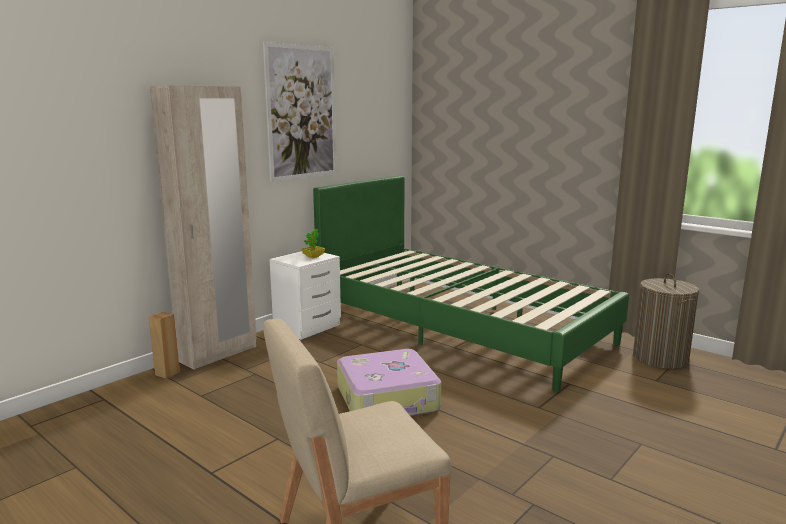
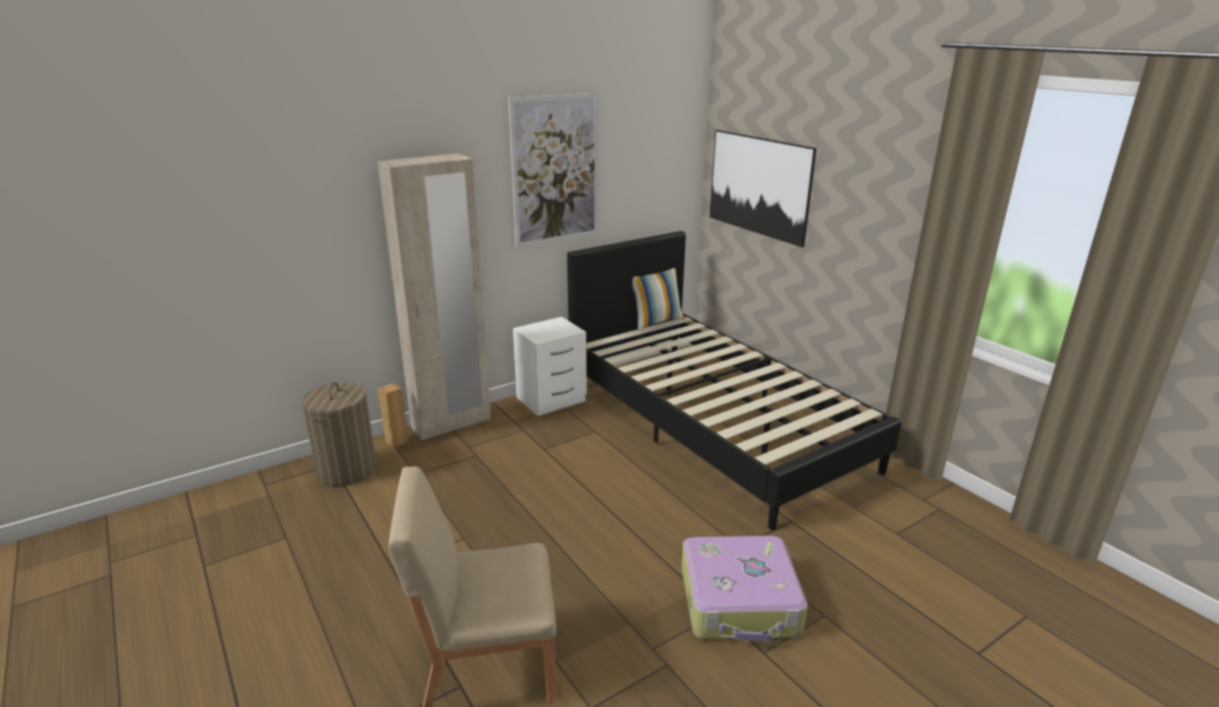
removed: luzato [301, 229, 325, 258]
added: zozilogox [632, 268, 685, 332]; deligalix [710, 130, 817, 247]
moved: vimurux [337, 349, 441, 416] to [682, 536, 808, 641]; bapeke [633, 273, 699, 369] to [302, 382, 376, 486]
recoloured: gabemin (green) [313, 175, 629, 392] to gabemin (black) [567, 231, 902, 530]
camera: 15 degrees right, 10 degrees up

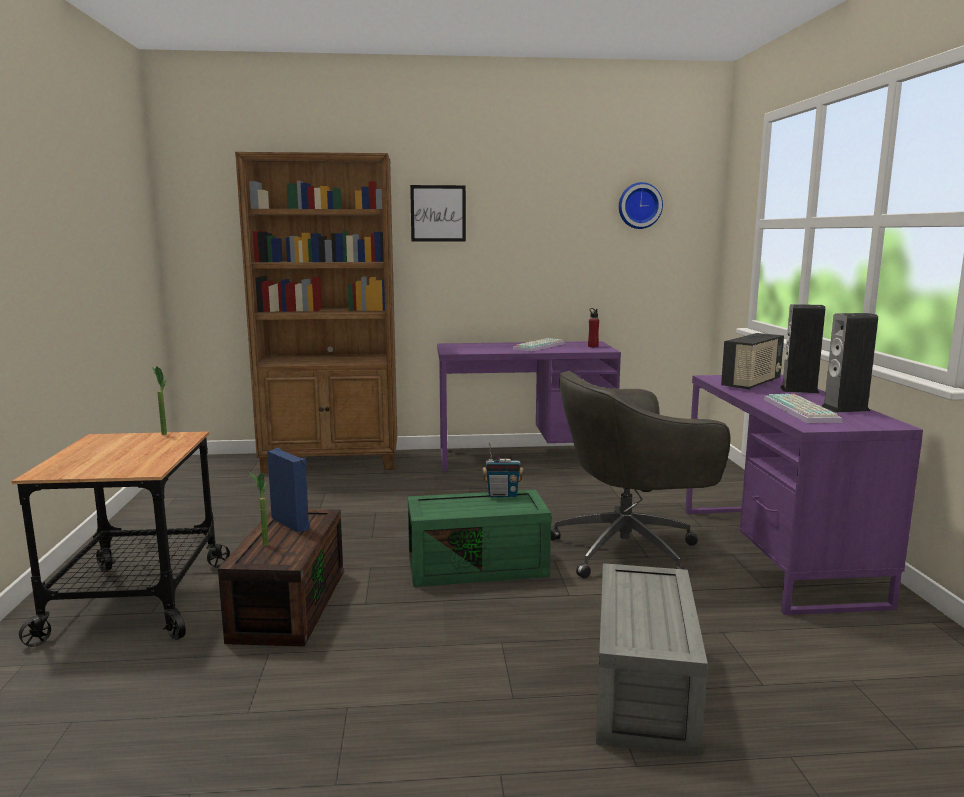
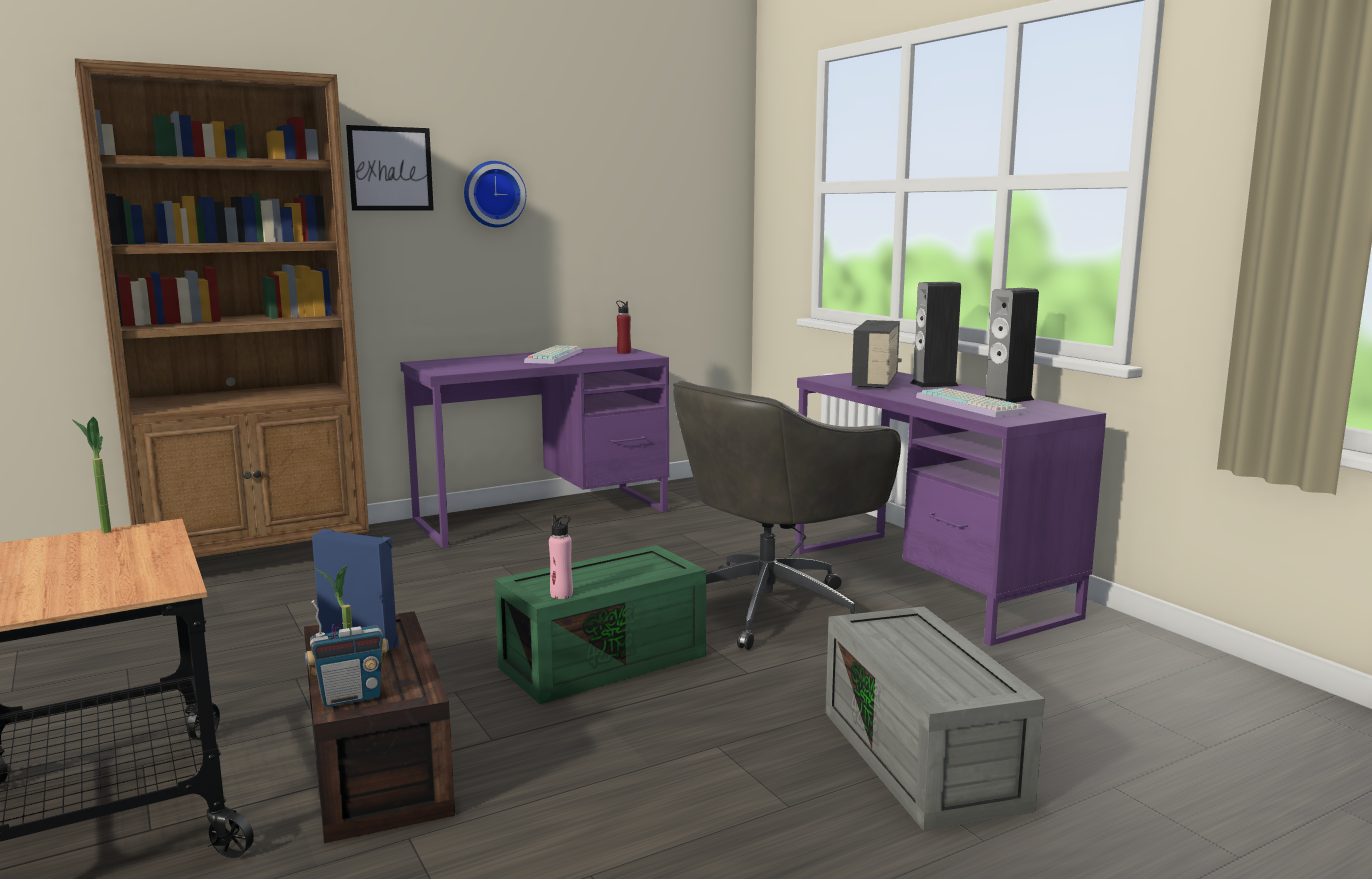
added: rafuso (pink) [549, 514, 573, 599]
moved: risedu [483, 442, 523, 497] to [305, 600, 389, 707]; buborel [619, 182, 663, 229] to [464, 161, 526, 228]
camera: 25 degrees left, 0 degrees up

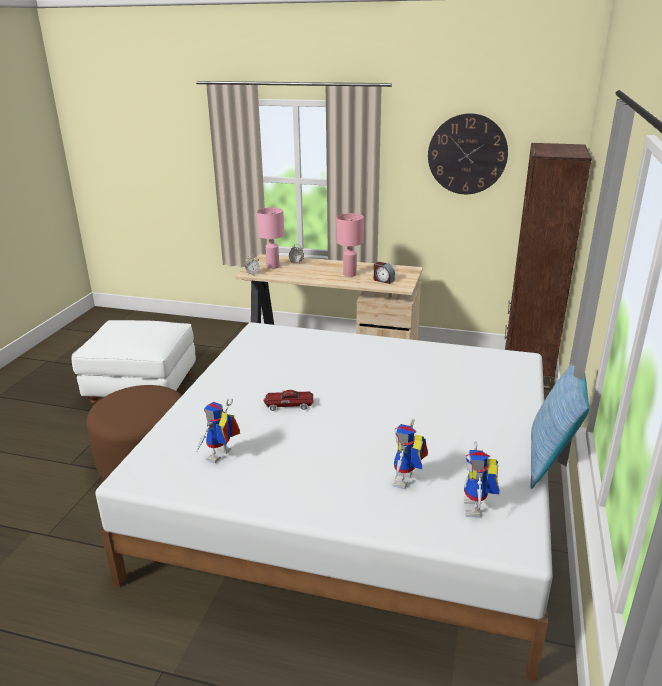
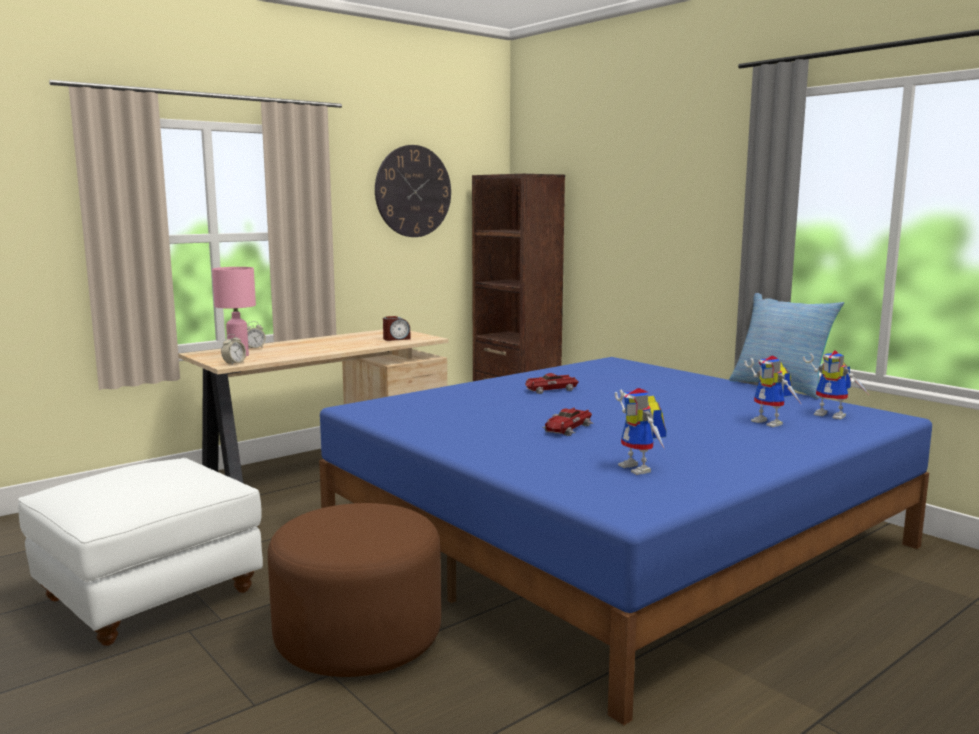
removed: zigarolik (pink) [336, 213, 364, 277]
added: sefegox [525, 373, 579, 394]
recoloured: gabemin (white) [95, 322, 553, 682] to gabemin (blue) [319, 357, 932, 725]
camera: 55 degrees left, 15 degrees down

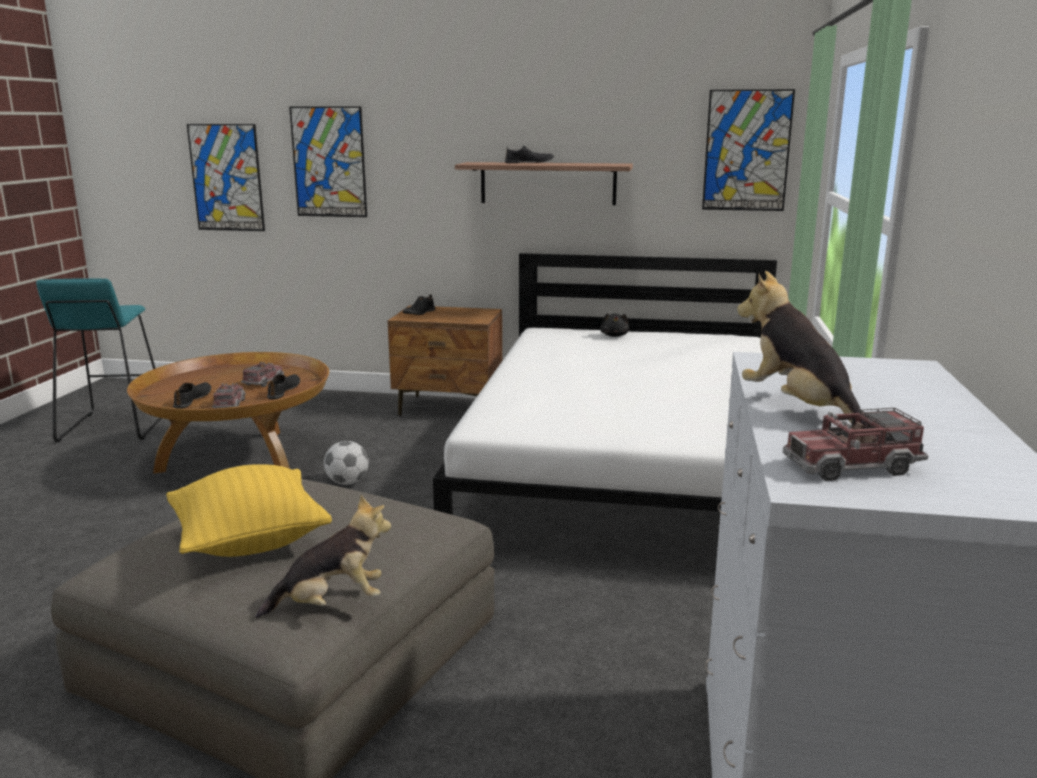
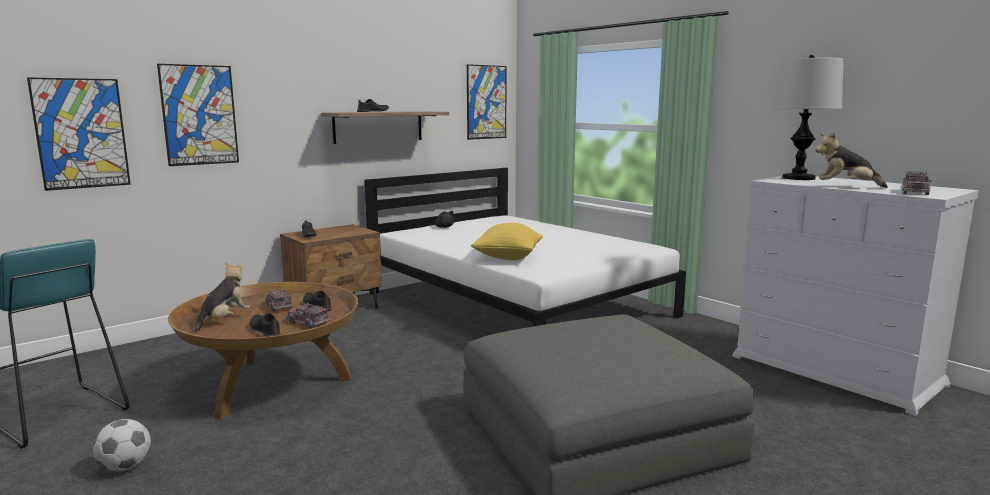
added: zigarolik [771, 55, 843, 180]
moved: zozilogox (yellow) [166, 464, 332, 557] to [471, 223, 543, 260]; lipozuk [256, 495, 391, 619] to [195, 262, 250, 333]; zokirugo [324, 441, 369, 485] to [93, 419, 151, 471]
camera: 50 degrees left, 5 degrees down

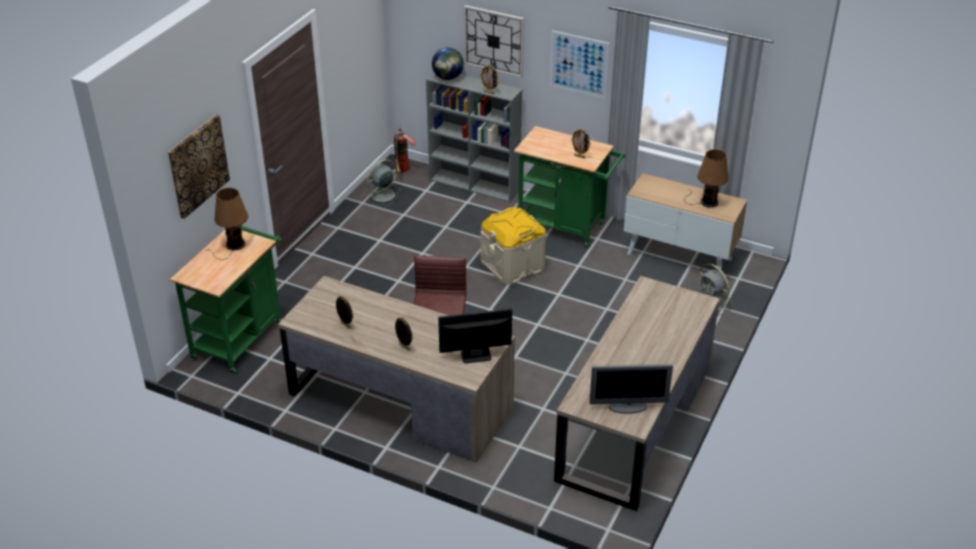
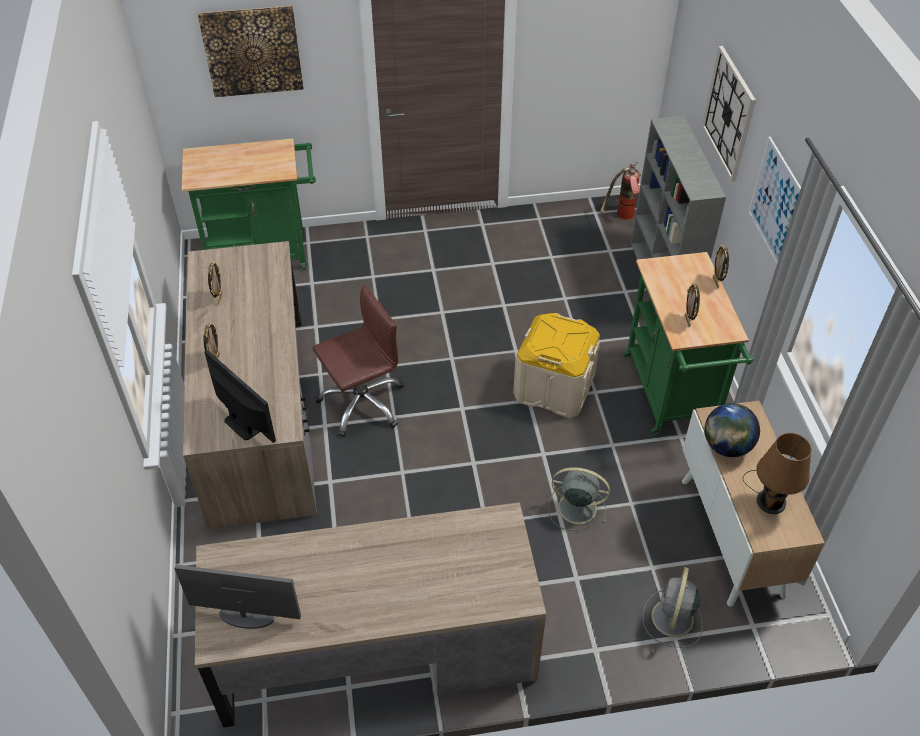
removed: zigarolik (brown) [205, 188, 249, 260]
moved: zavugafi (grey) [365, 159, 402, 206] to [548, 467, 610, 531]; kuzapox [432, 48, 464, 80] to [704, 403, 760, 457]; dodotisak [480, 65, 499, 94] to [713, 245, 729, 289]
turned: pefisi [590, 364, 673, 414] = [174, 565, 301, 629] 135 degrees clockwise
camera: 55 degrees right, 10 degrees up

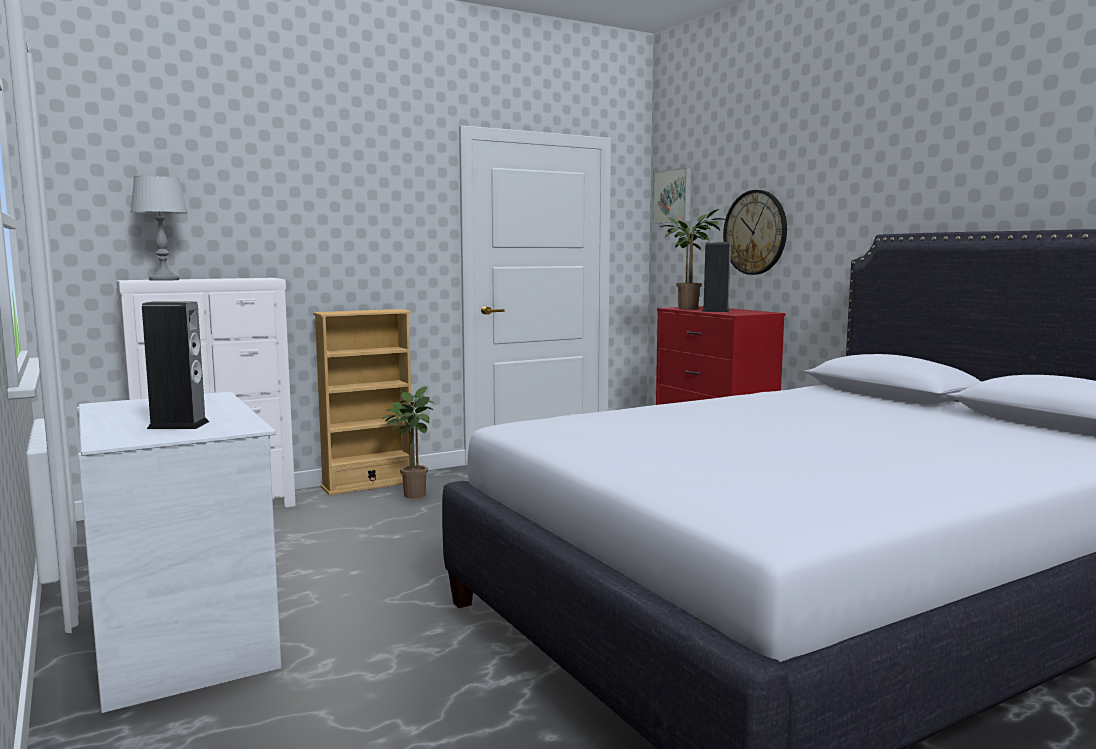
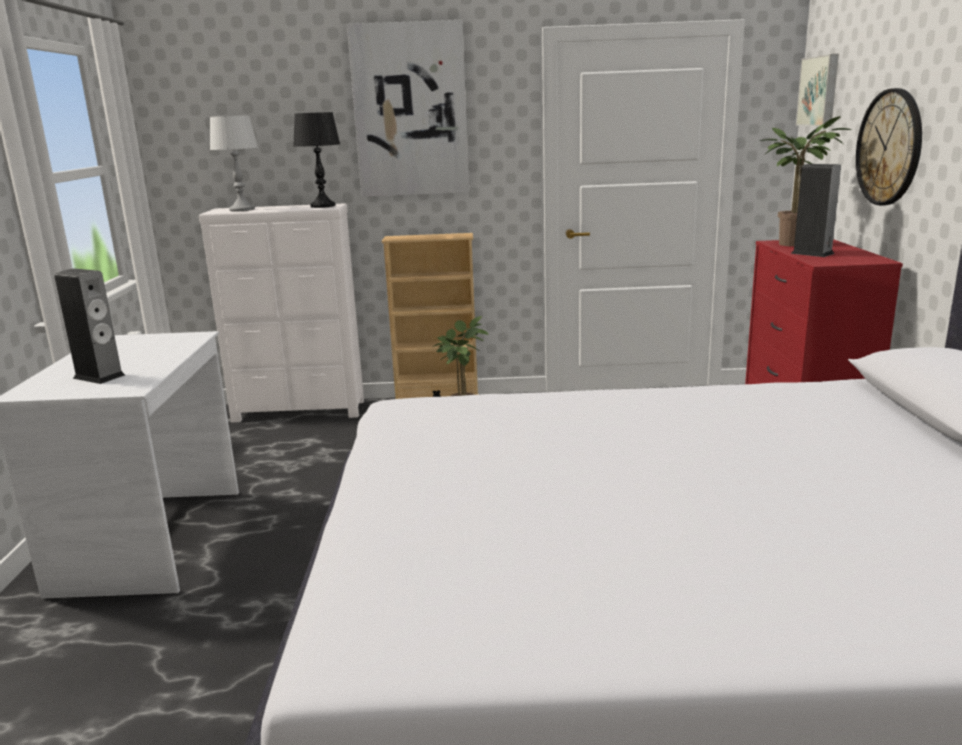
added: zigarolik (black) [293, 112, 340, 208]; deligalix [347, 20, 469, 197]
camera: 30 degrees right, 10 degrees up

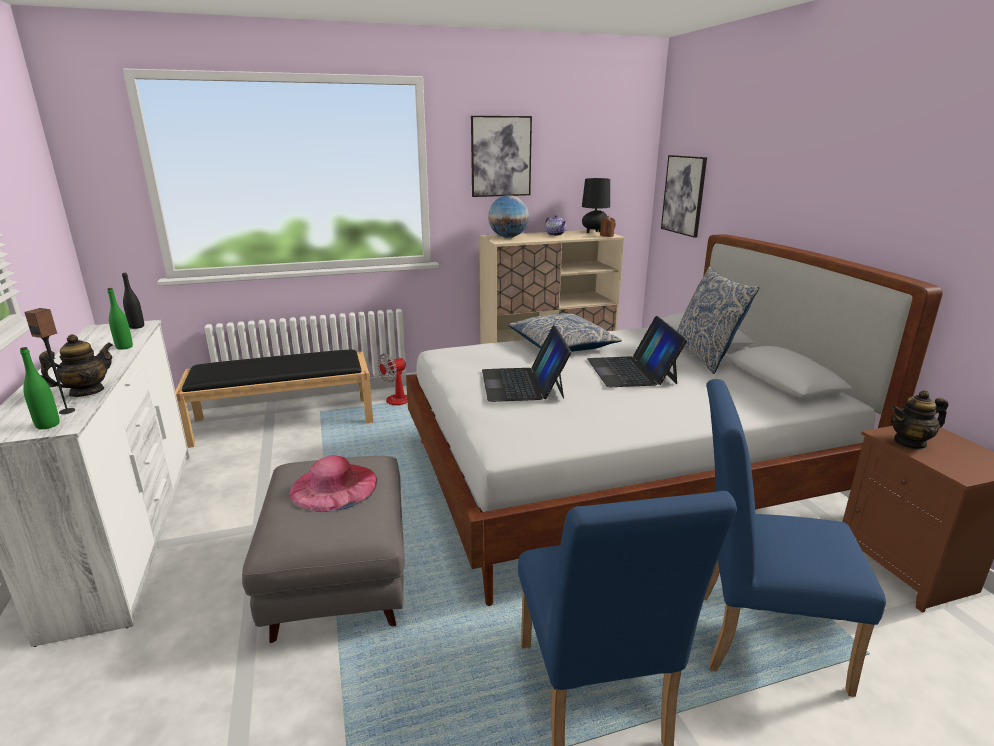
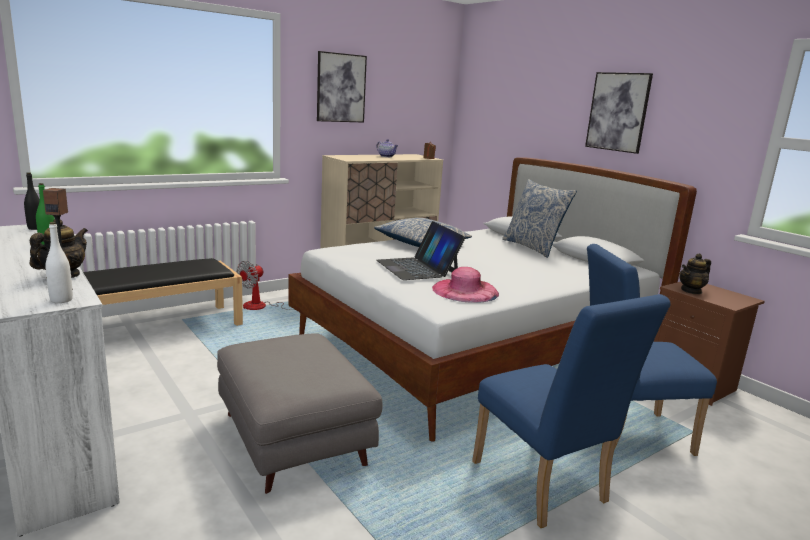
removed: kuzapox [488, 195, 529, 238]; zigarolik (black) [582, 178, 610, 233]; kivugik [587, 316, 687, 387]
moved: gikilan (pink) [289, 455, 377, 512] to [432, 267, 499, 303]; deligalix [661, 155, 707, 238] to [585, 72, 653, 154]
recoloured: rafuso (green) [20, 347, 60, 429] to rafuso (white) [45, 222, 73, 303]
camera: 20 degrees left, 5 degrees down

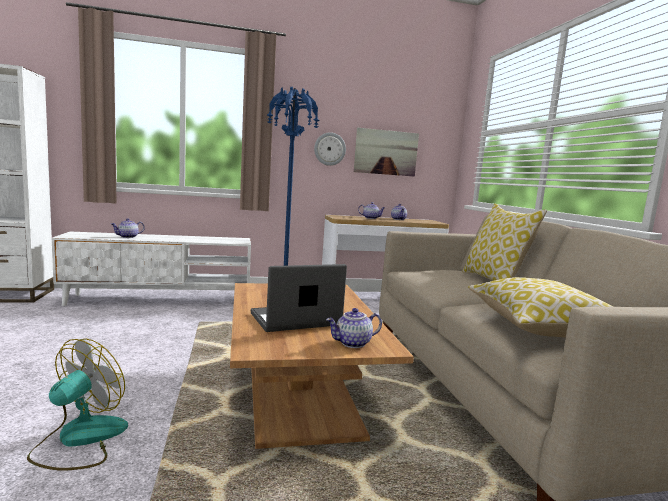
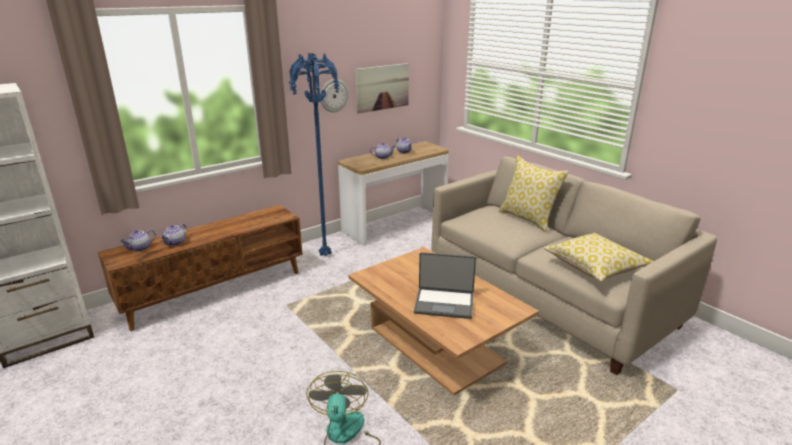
moved: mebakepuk [326, 308, 382, 348] to [119, 229, 156, 252]
recoloured: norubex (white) [52, 232, 251, 306] to norubex (brown) [98, 205, 303, 331]
turned: kivugik [251, 264, 347, 332] = [414, 252, 476, 319] 120 degrees counterclockwise
camera: 25 degrees left, 15 degrees up

